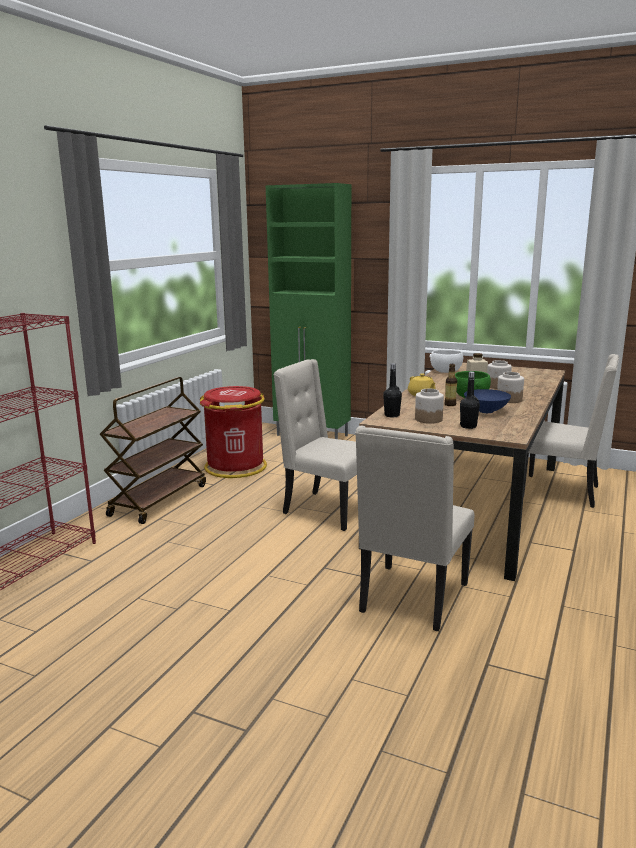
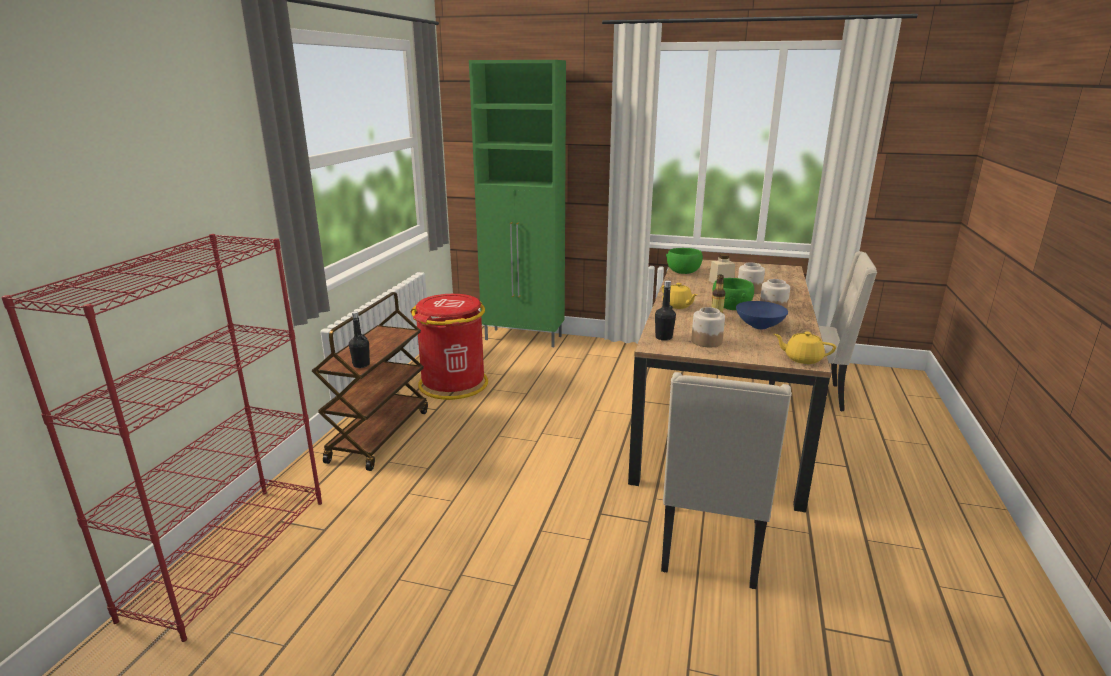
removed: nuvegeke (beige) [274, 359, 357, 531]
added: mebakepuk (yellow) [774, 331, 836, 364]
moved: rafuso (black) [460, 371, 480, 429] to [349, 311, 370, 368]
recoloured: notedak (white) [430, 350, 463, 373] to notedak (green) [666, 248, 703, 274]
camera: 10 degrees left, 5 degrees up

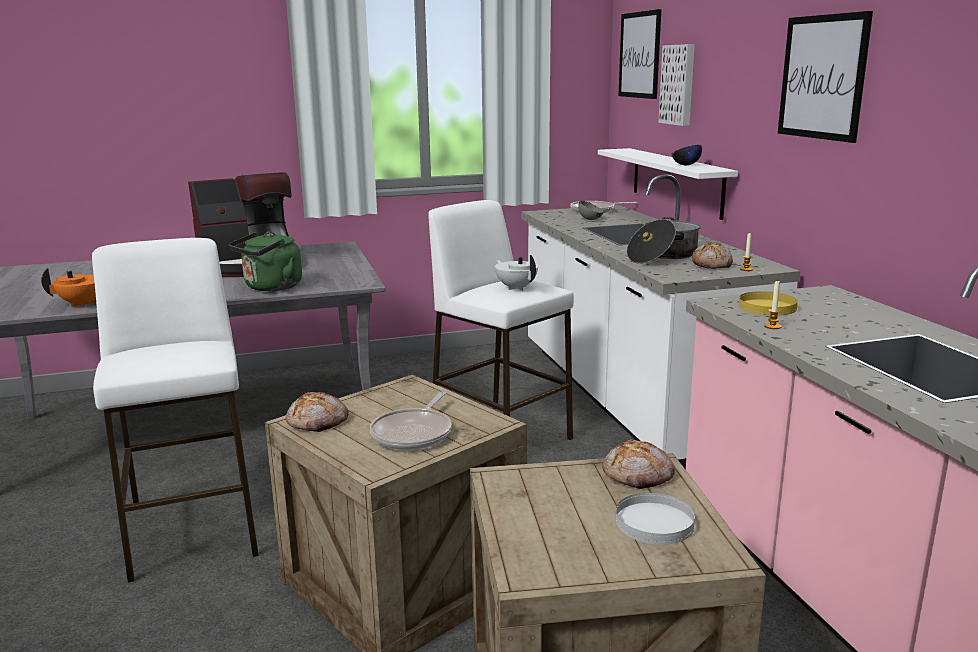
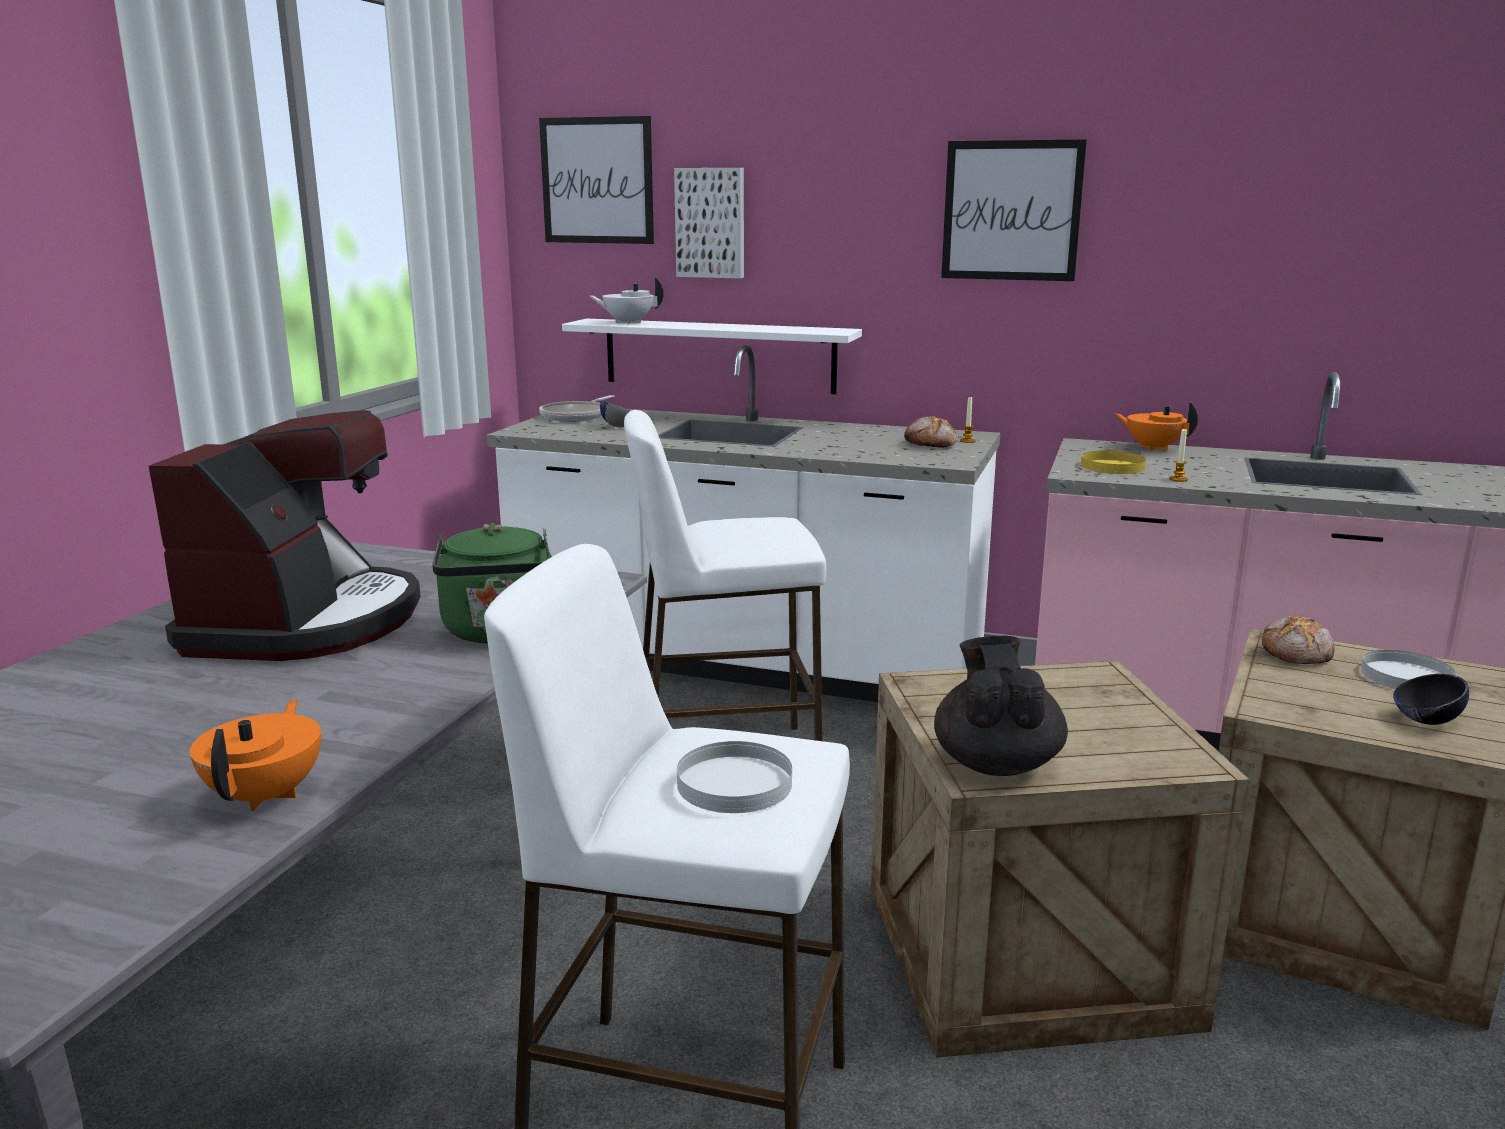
removed: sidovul [370, 391, 452, 450]; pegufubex [627, 217, 701, 264]
added: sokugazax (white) [677, 741, 792, 813]; mebakepuk (orange) [1114, 401, 1198, 451]
moved: mebakepuk (white) [495, 255, 538, 290] to [589, 277, 664, 324]; notedak (black) [672, 145, 702, 165] to [1393, 674, 1469, 725]
replaced: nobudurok [286, 392, 349, 432] to mebakepuk (black) [934, 635, 1068, 776]
camera: 55 degrees left, 0 degrees up

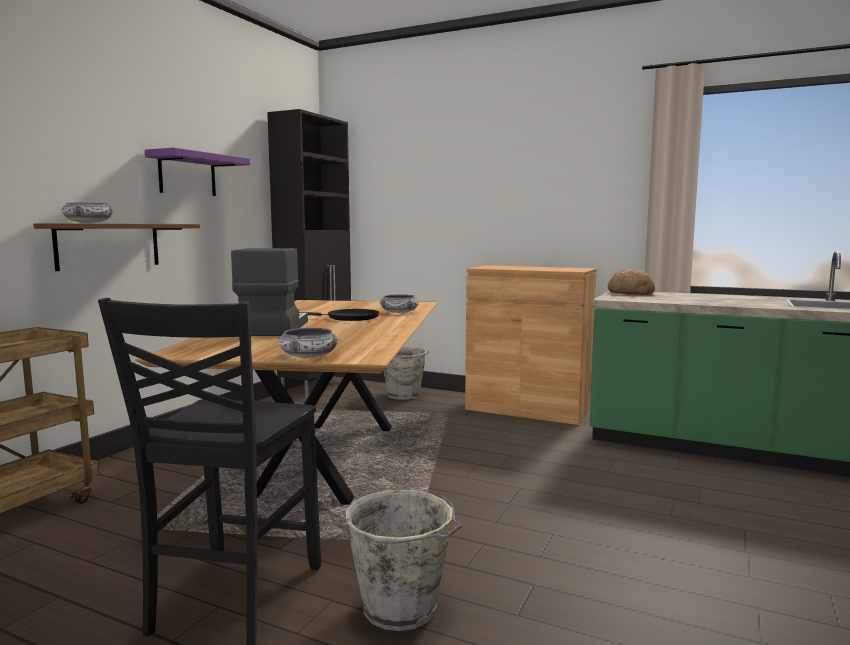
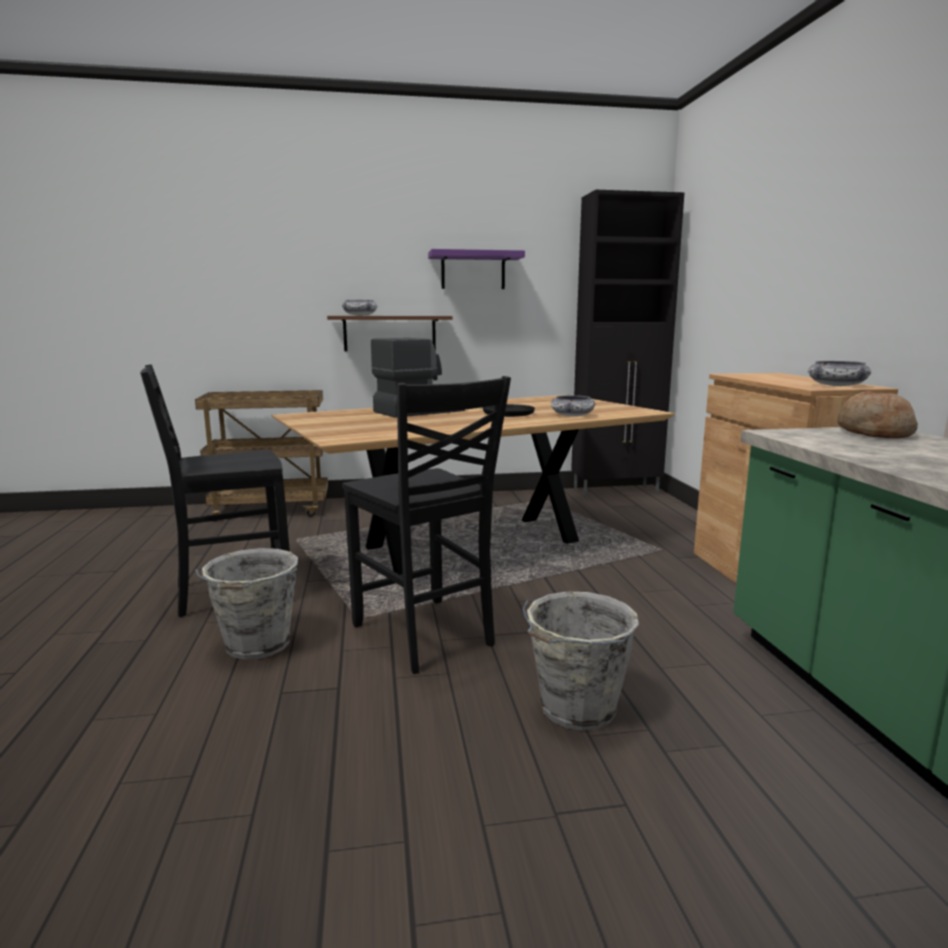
added: nuvegeke (black) [342, 376, 511, 674]
moved: notedak [278, 328, 338, 357] to [808, 361, 871, 386]; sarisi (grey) [383, 347, 429, 400] to [522, 592, 639, 731]
camera: 55 degrees right, 5 degrees up

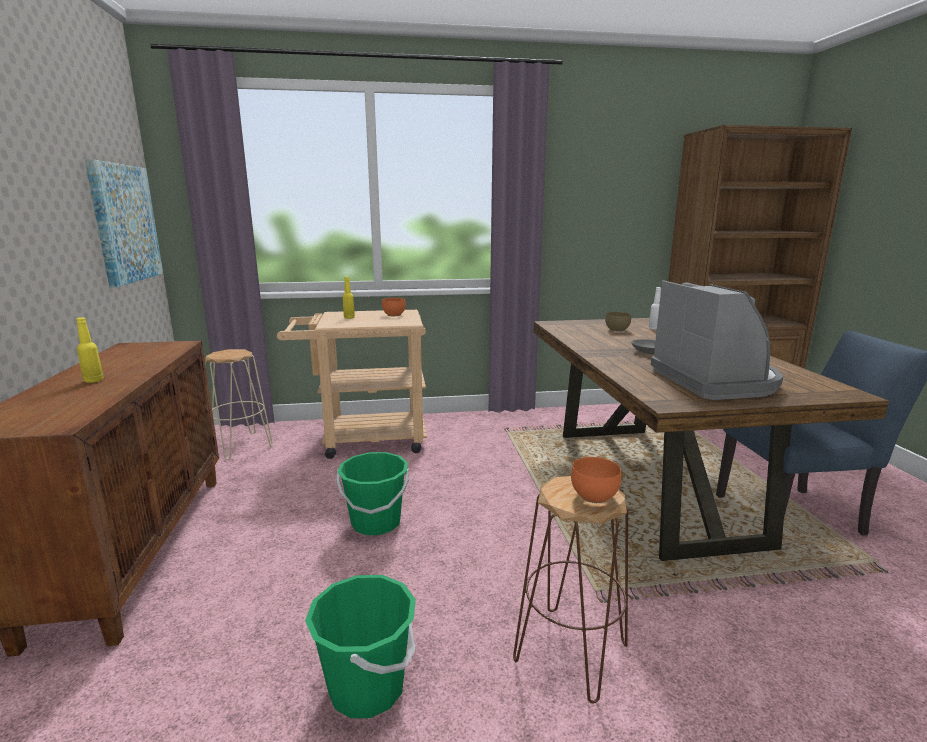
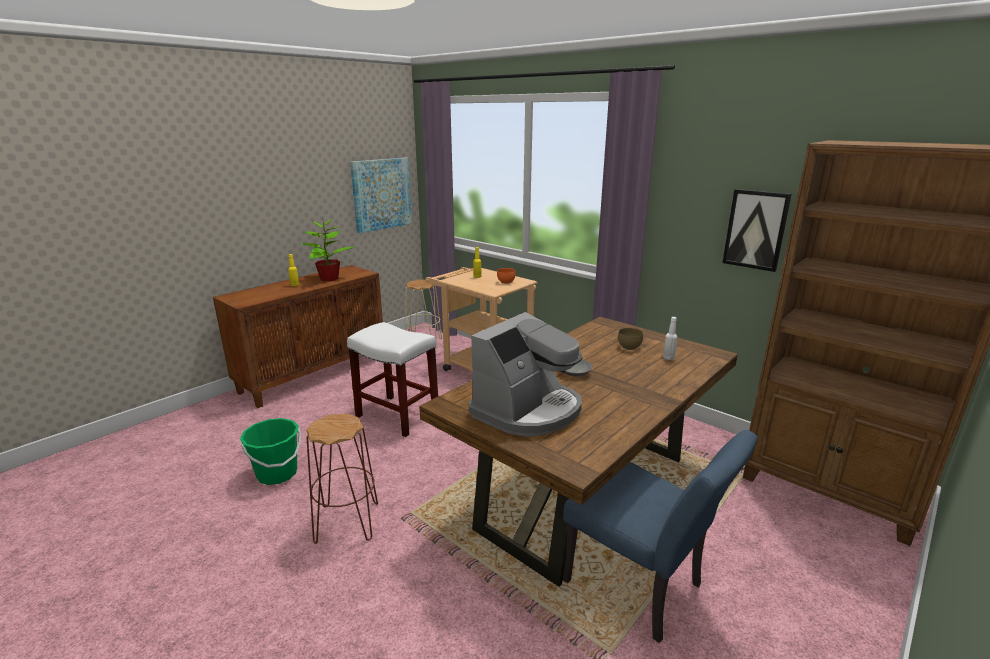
removed: notedak (orange) [571, 457, 621, 503]
added: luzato [301, 218, 355, 281]; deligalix [723, 189, 792, 272]
replaced: sarisi (green) [336, 452, 409, 535] to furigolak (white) [347, 322, 438, 438]
camera: 50 degrees right, 5 degrees up

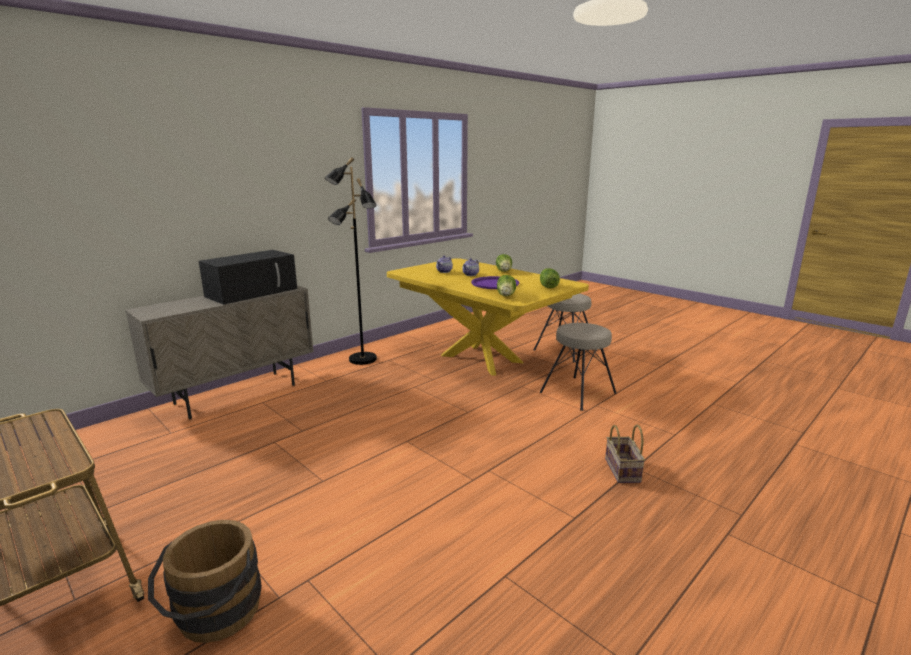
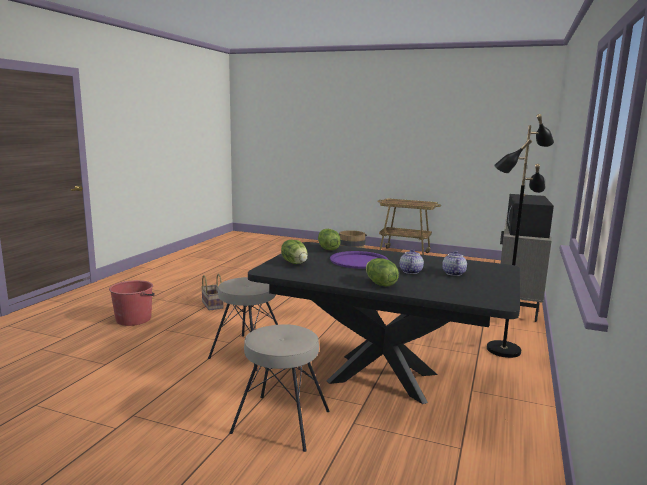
added: sarisi (red) [109, 280, 155, 326]
recoloured: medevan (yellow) [387, 258, 589, 376] to medevan (black) [248, 242, 520, 404]
camera: 155 degrees right, 5 degrees down

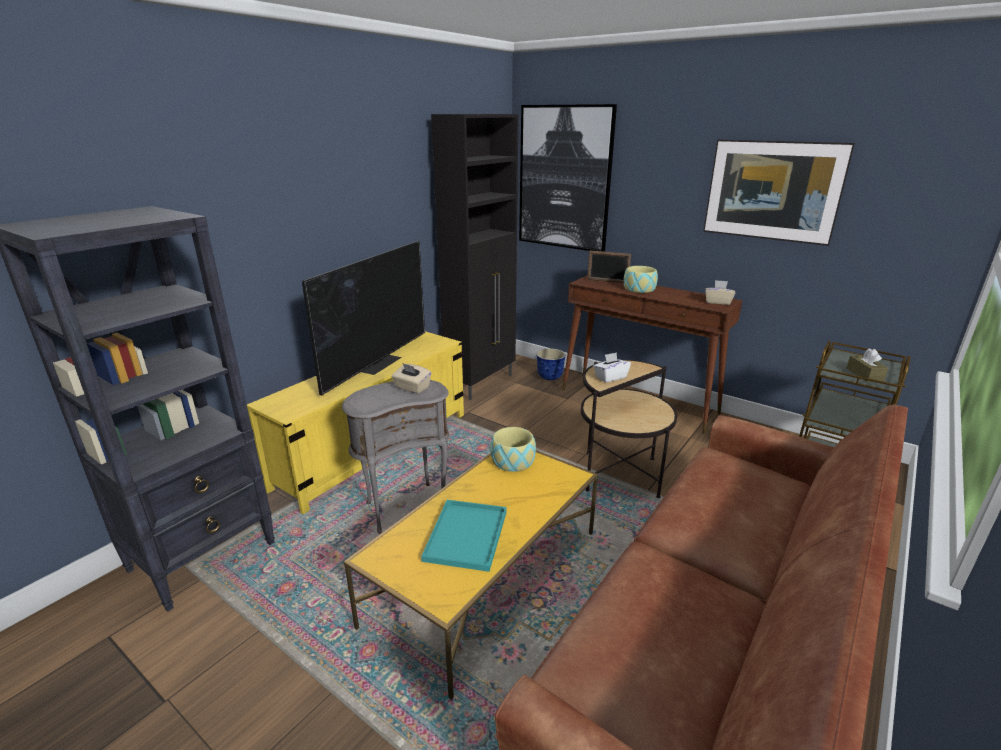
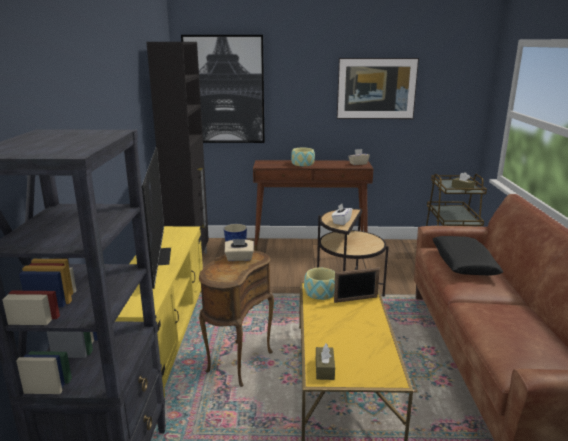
removed: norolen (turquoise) [421, 500, 507, 572]
added: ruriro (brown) [316, 344, 335, 380]; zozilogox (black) [433, 236, 503, 276]
moved: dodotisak [587, 250, 631, 283] to [334, 267, 380, 303]
recoloured: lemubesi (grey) [342, 380, 449, 534] to lemubesi (brown) [199, 251, 274, 387]
camera: 35 degrees left, 5 degrees down

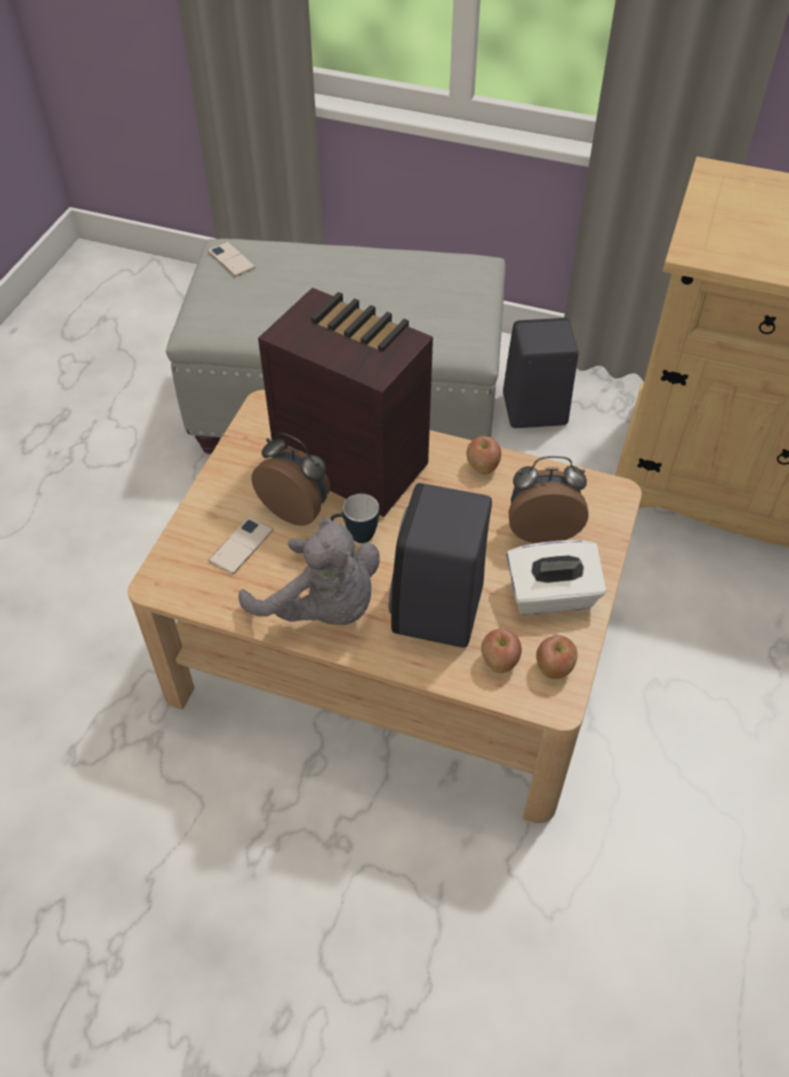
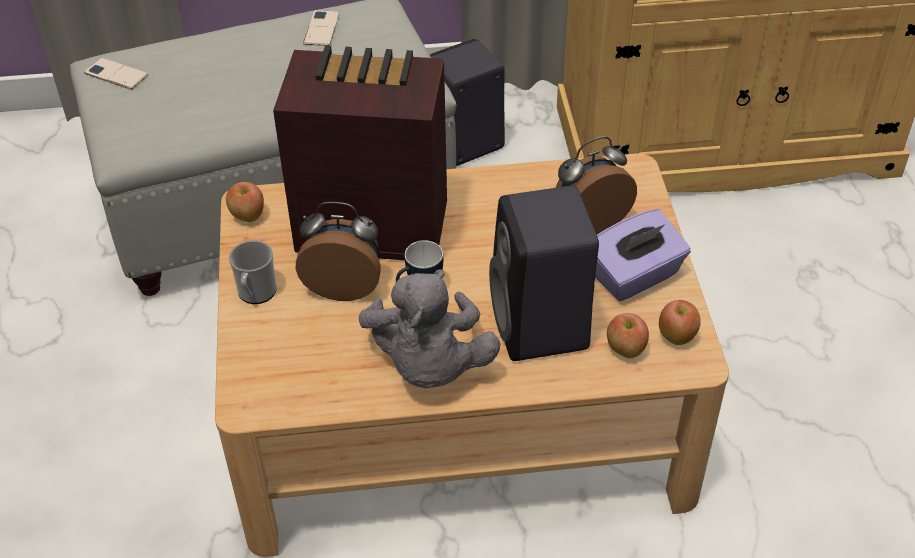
added: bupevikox [229, 240, 277, 304]
moved: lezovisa [208, 517, 273, 575] to [303, 10, 340, 46]; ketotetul [467, 436, 501, 475] to [226, 182, 264, 222]
recoloured: ruriro (white) [506, 540, 606, 615] to ruriro (purple) [595, 209, 691, 301]
turned: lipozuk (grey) [238, 518, 380, 625] = [359, 269, 500, 388] 75 degrees clockwise
camera: 25 degrees left, 5 degrees down

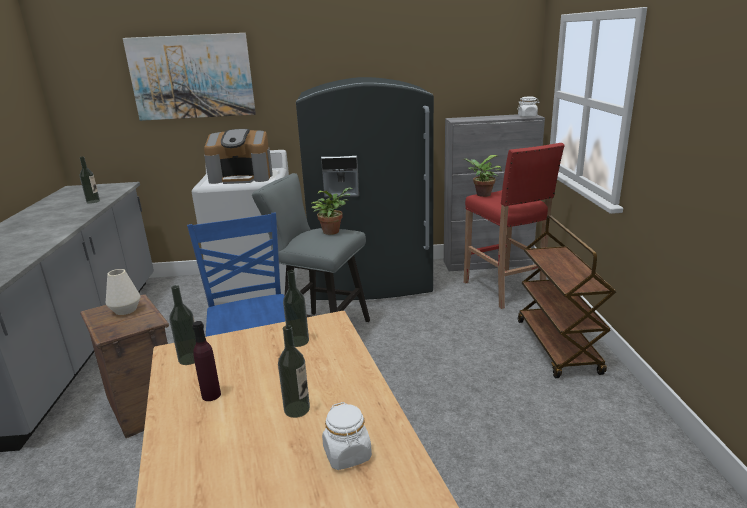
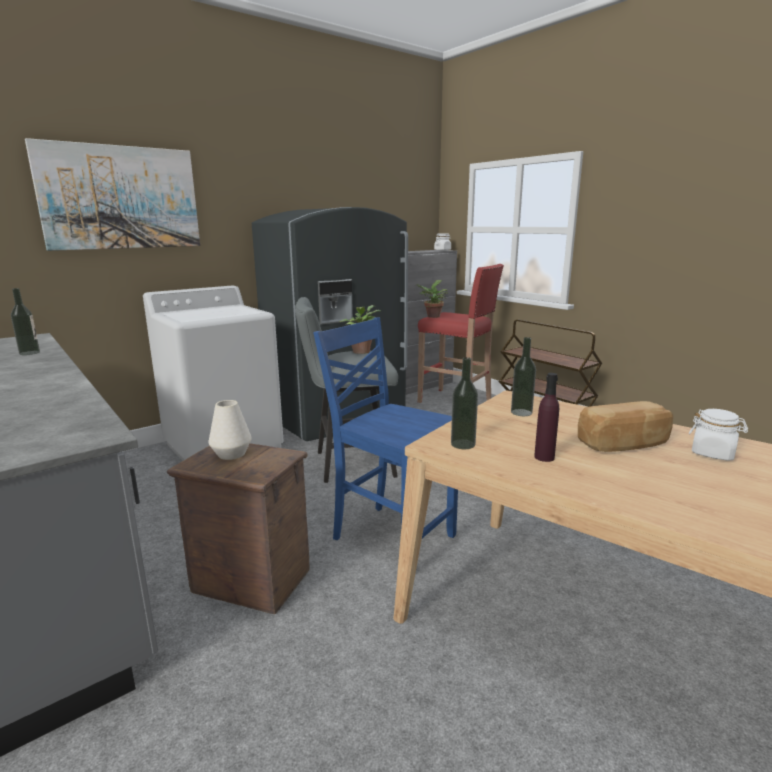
removed: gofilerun [204, 129, 273, 184]
replaced: rafuso [278, 325, 310, 418] to nobudurok [578, 401, 673, 452]
camera: 35 degrees left, 5 degrees down

